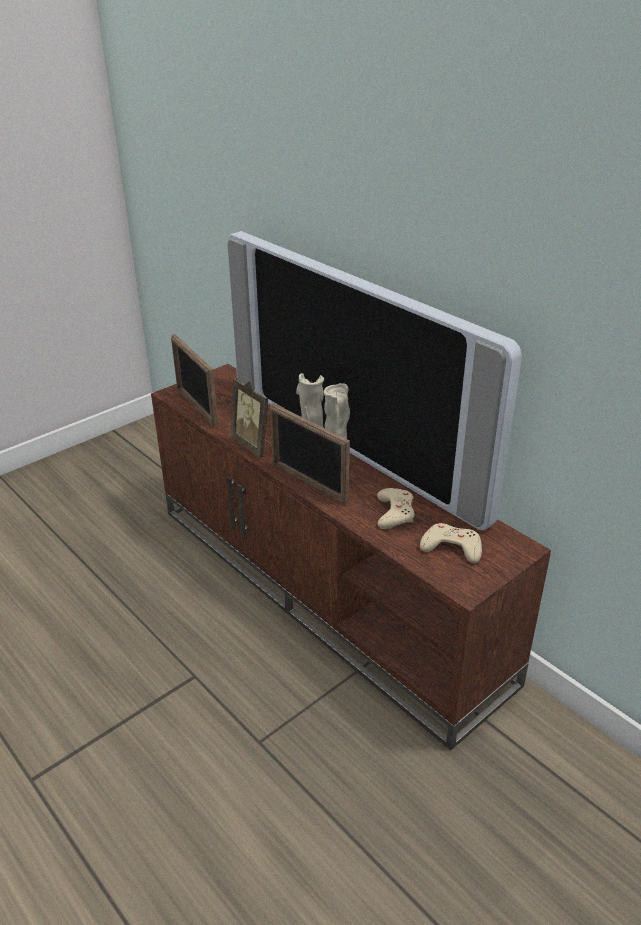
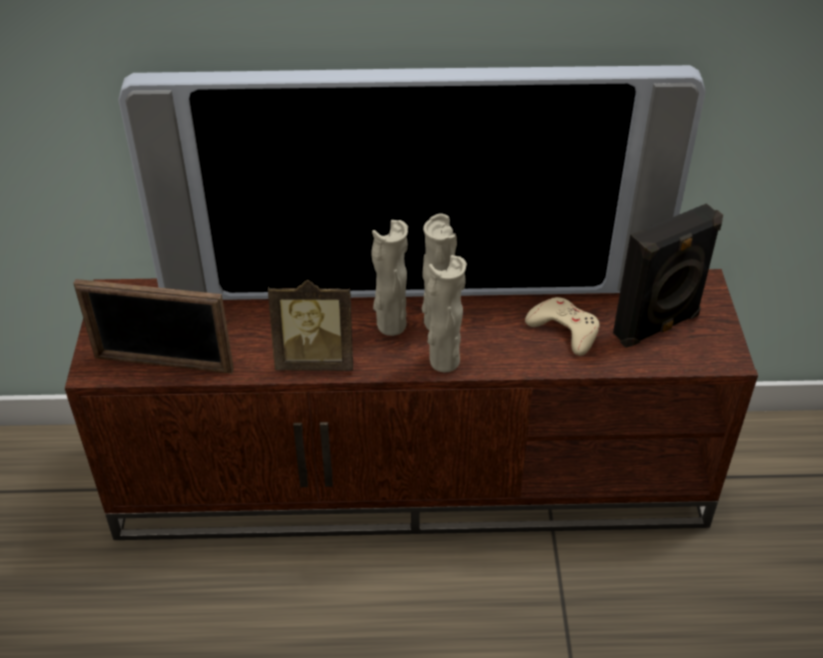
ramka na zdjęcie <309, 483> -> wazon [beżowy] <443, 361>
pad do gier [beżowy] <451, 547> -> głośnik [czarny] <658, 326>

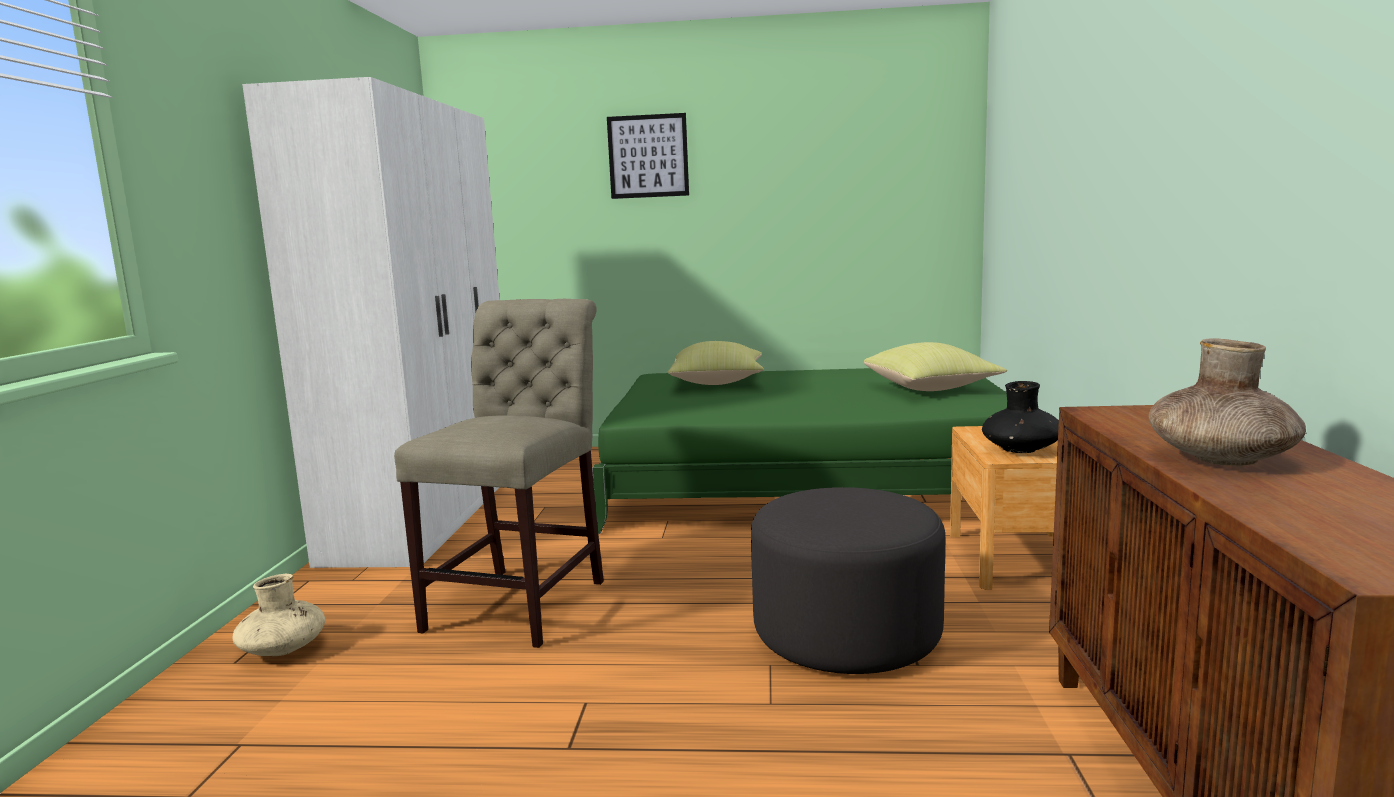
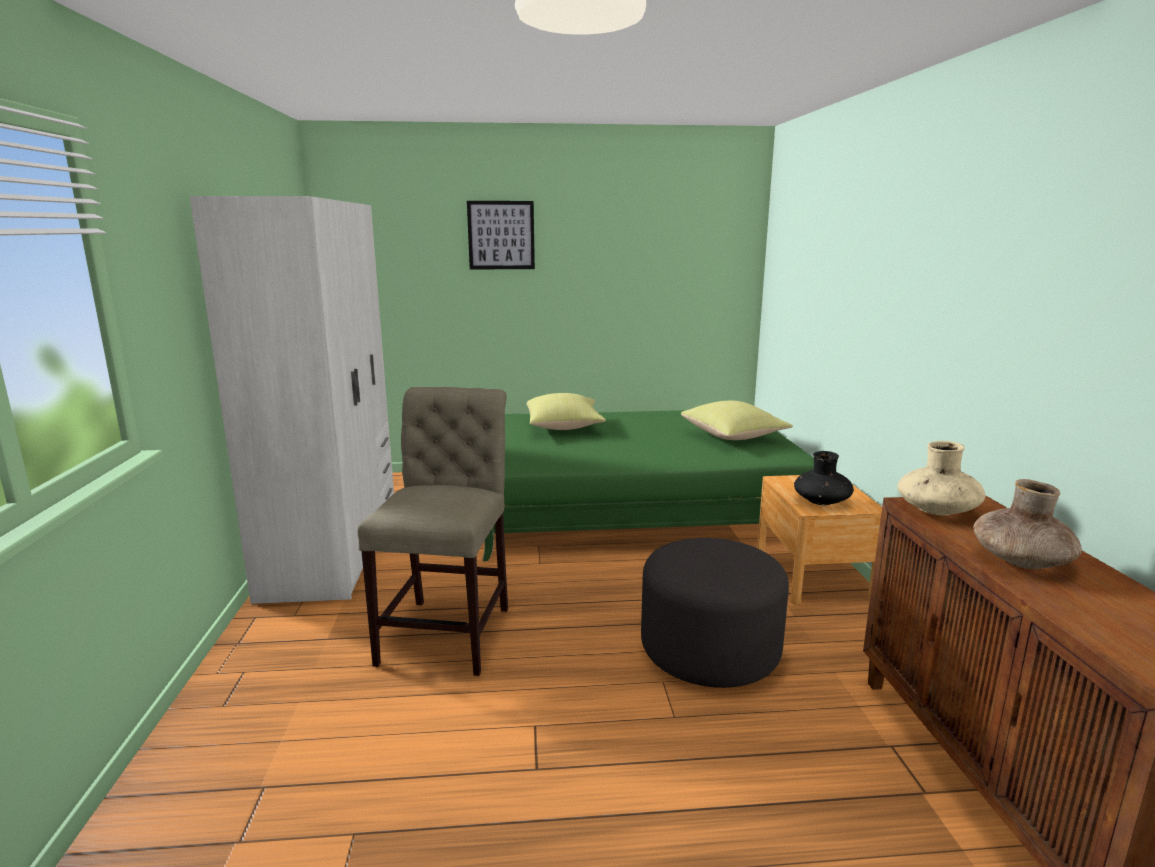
wazon [beżowy] <283, 649> -> wazon [beżowy] <936, 511>, relocated

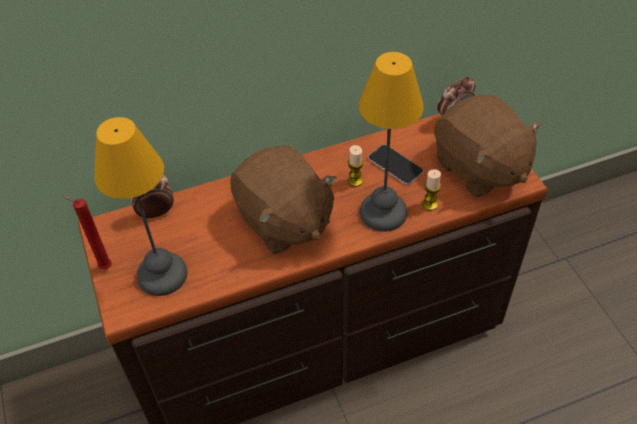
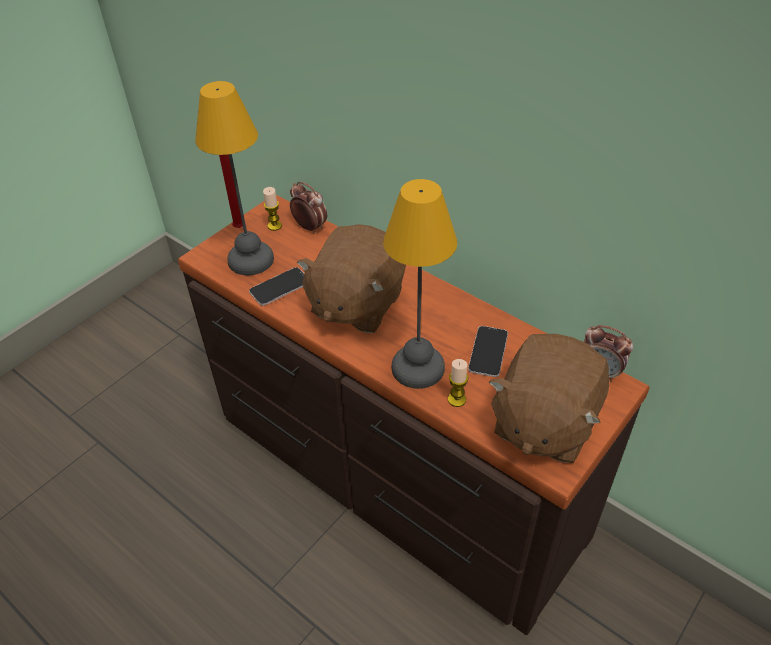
świeca <355, 181> -> świeca <274, 226>, relocated
none -> telefon <280, 287>

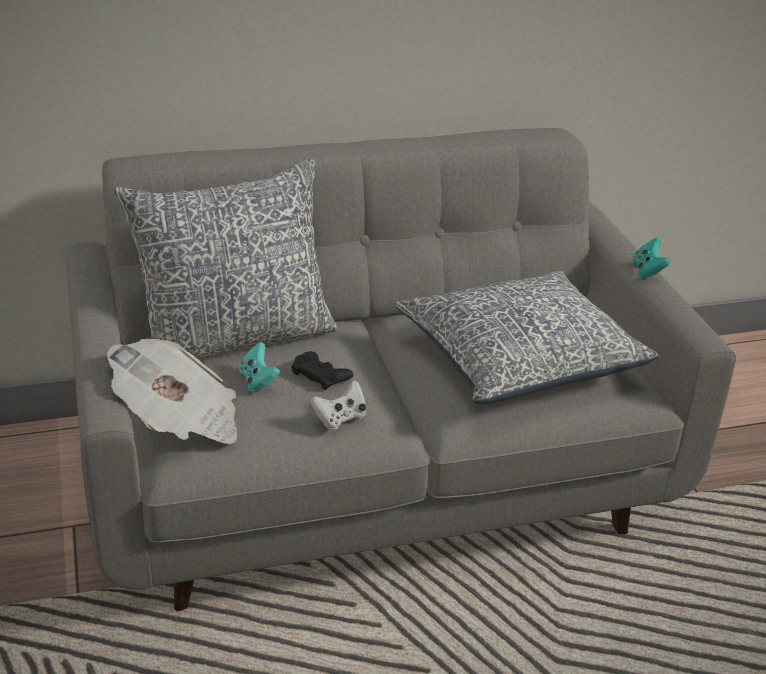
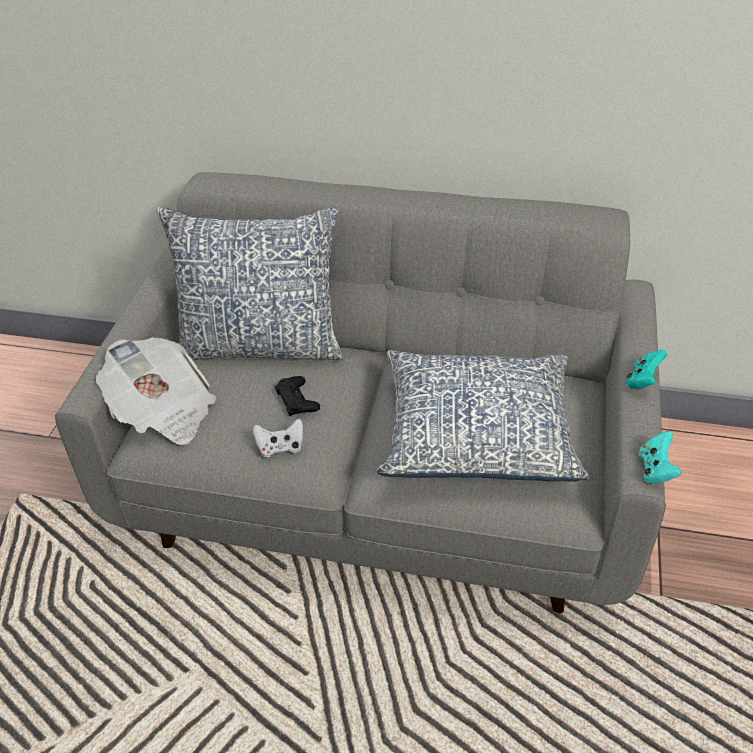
pad do gier [turkusowy] <258, 381> -> pad do gier [turkusowy] <655, 469>, relocated

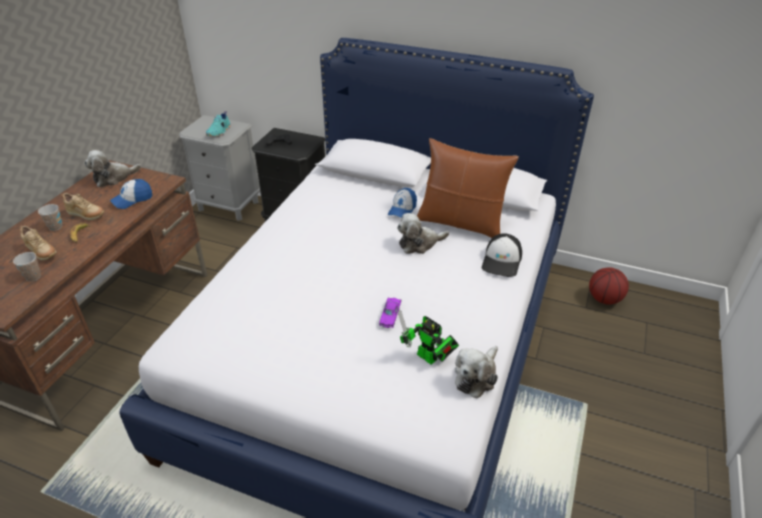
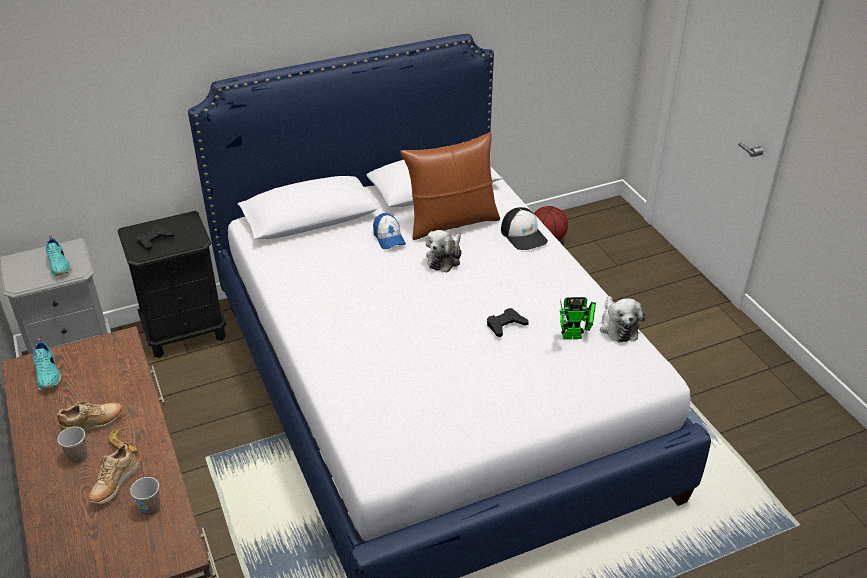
but [beżowy] <42, 253> -> but [beżowy] <114, 486>, 120 degrees clockwise
pluszak <113, 178> -> but [turkusowy] <48, 374>
czapka z daszkiem <132, 200> -> none
samochodzik [fioletowy] <390, 315> -> pad do gier [czarny] <505, 325>

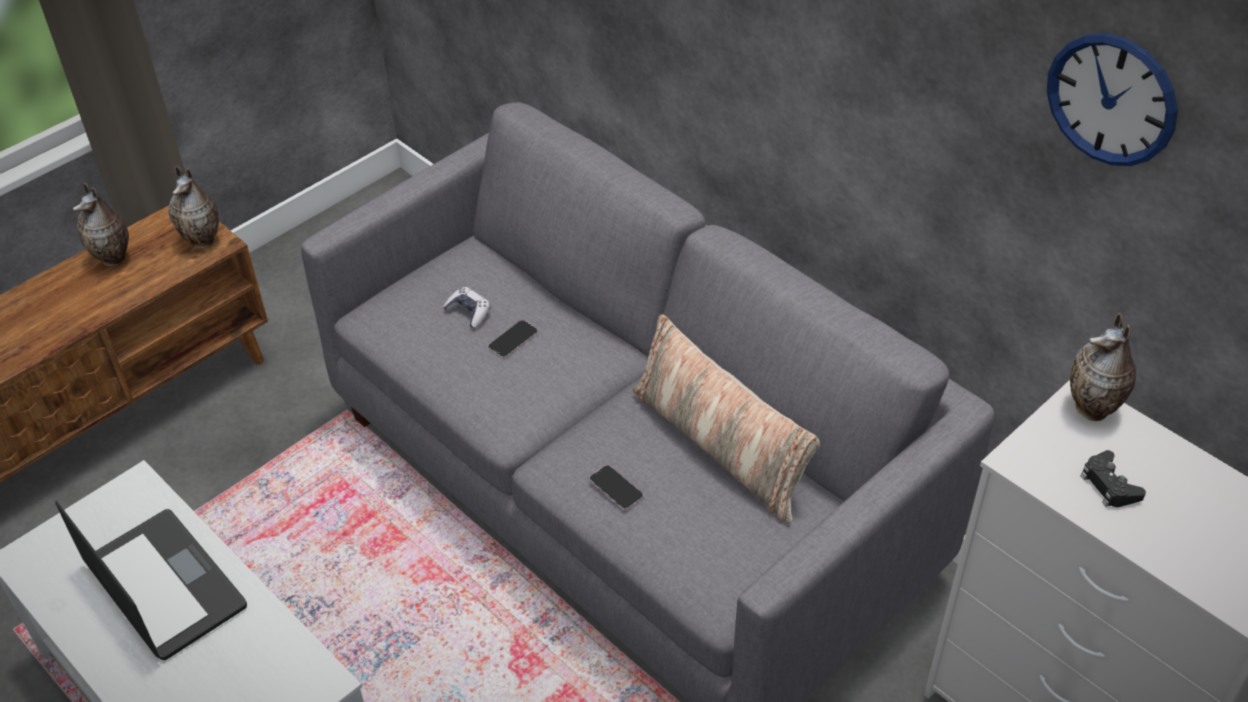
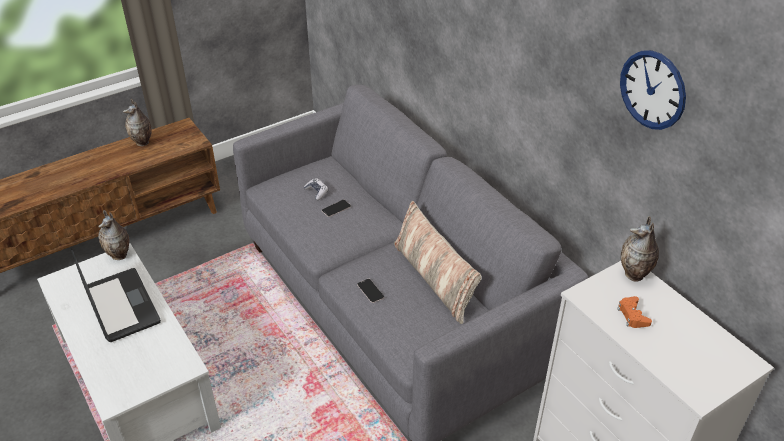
wazon <204, 241> -> wazon <120, 255>, relocated
pad do gier [czarny] <1109, 485> -> pad do gier [pomarańczowy] <632, 315>

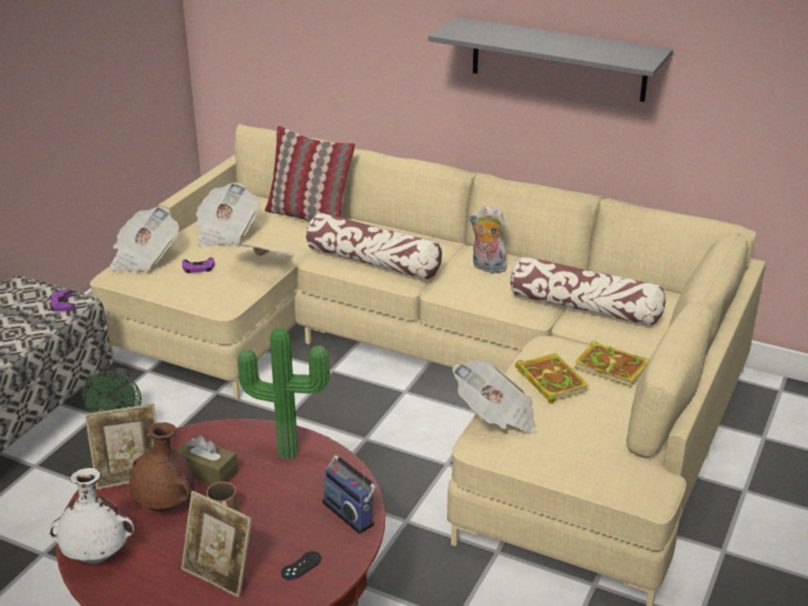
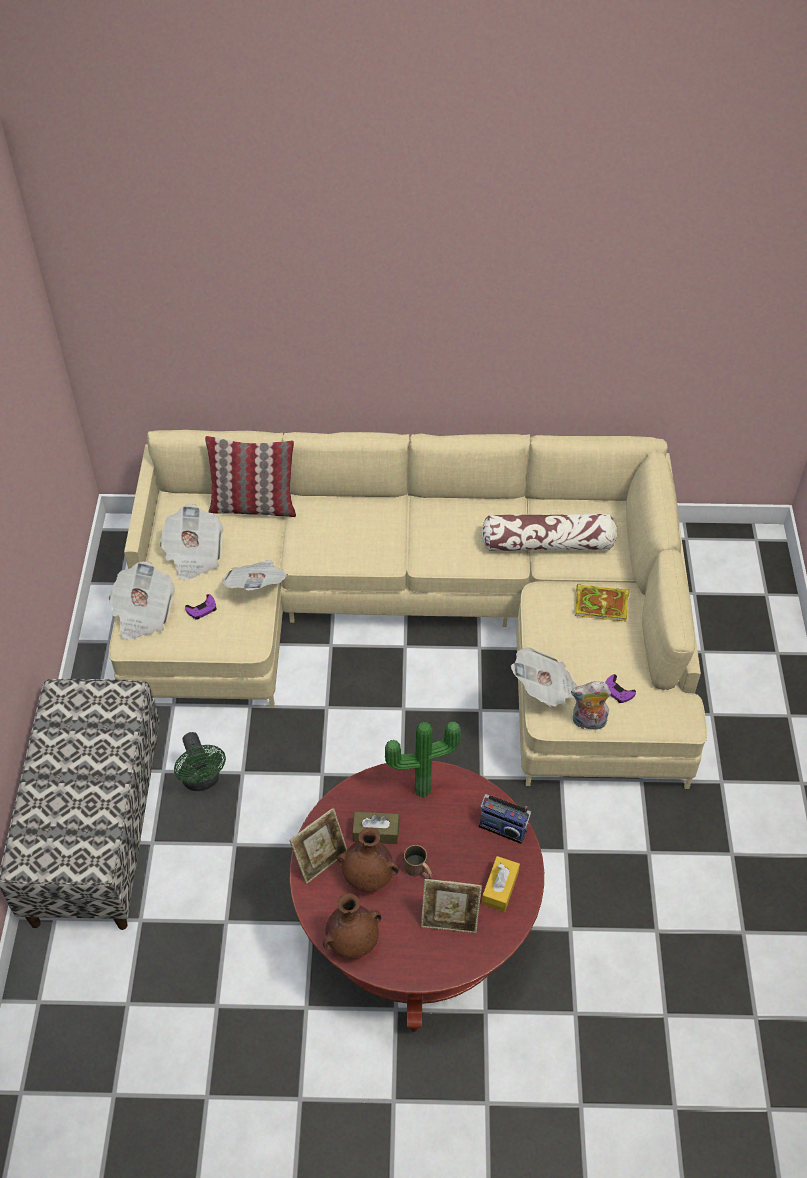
wazon [biały] <98, 556> -> wazon [brązowy] <353, 941>
pad do gier [fioletowy] <62, 304> -> pad do gier [fioletowy] <618, 691>, relocated
pad do gier [czarny] <301, 566> -> pudełko chusteczek [żółty] <500, 888>
poduszka <373, 262> -> none
półka [szary] <558, 59> -> none
pluszak <487, 267> -> pluszak <588, 722>, relocated
książka <550, 380> -> none

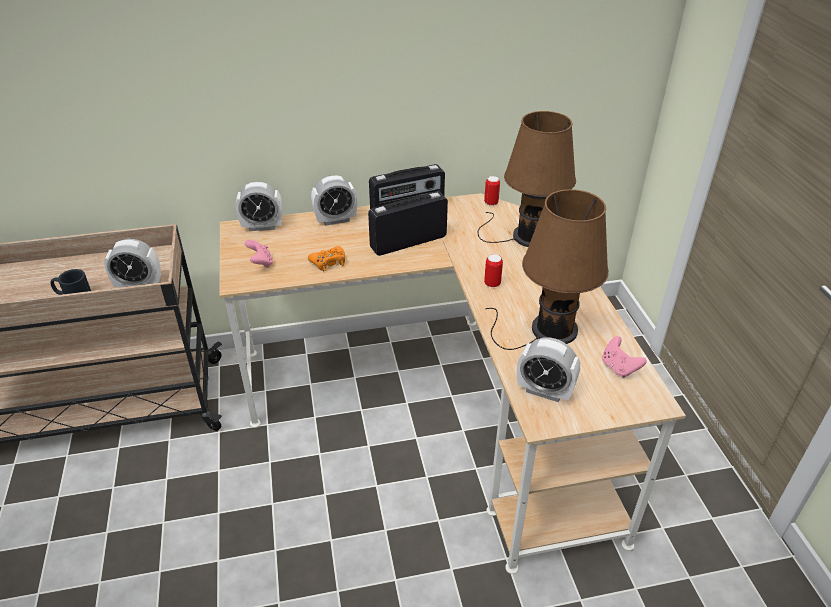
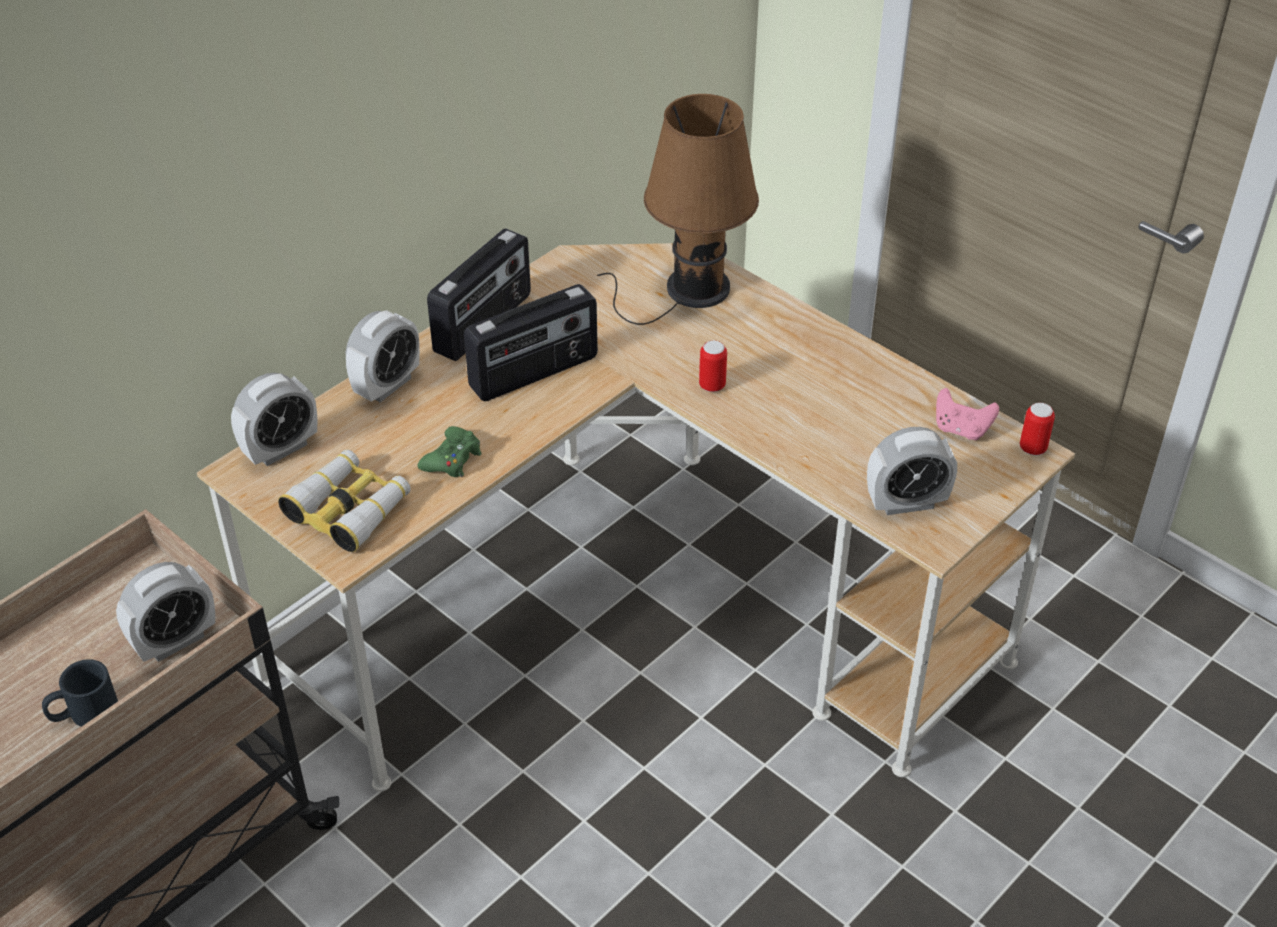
pad do gier [różowy] <261, 263> -> lornetka <349, 509>
pad do gier [pomarańczowy] <328, 262> -> pad do gier [zielony] <452, 459>
radio <408, 242> -> radio <534, 373>, 150 degrees counterclockwise
puszka <491, 203> -> puszka <1032, 448>, relocated
lampa stołowa [brązowy] <548, 330> -> none

